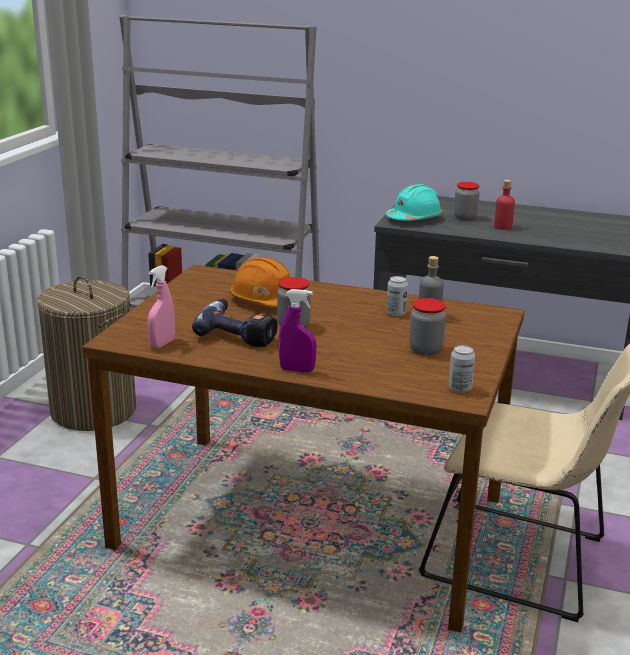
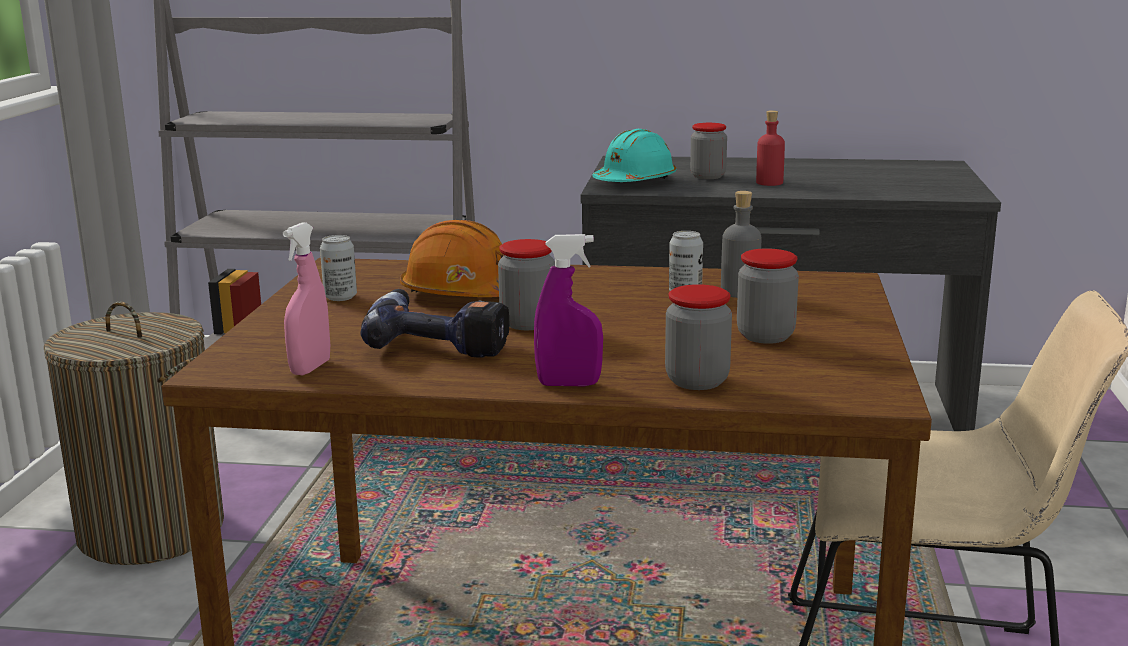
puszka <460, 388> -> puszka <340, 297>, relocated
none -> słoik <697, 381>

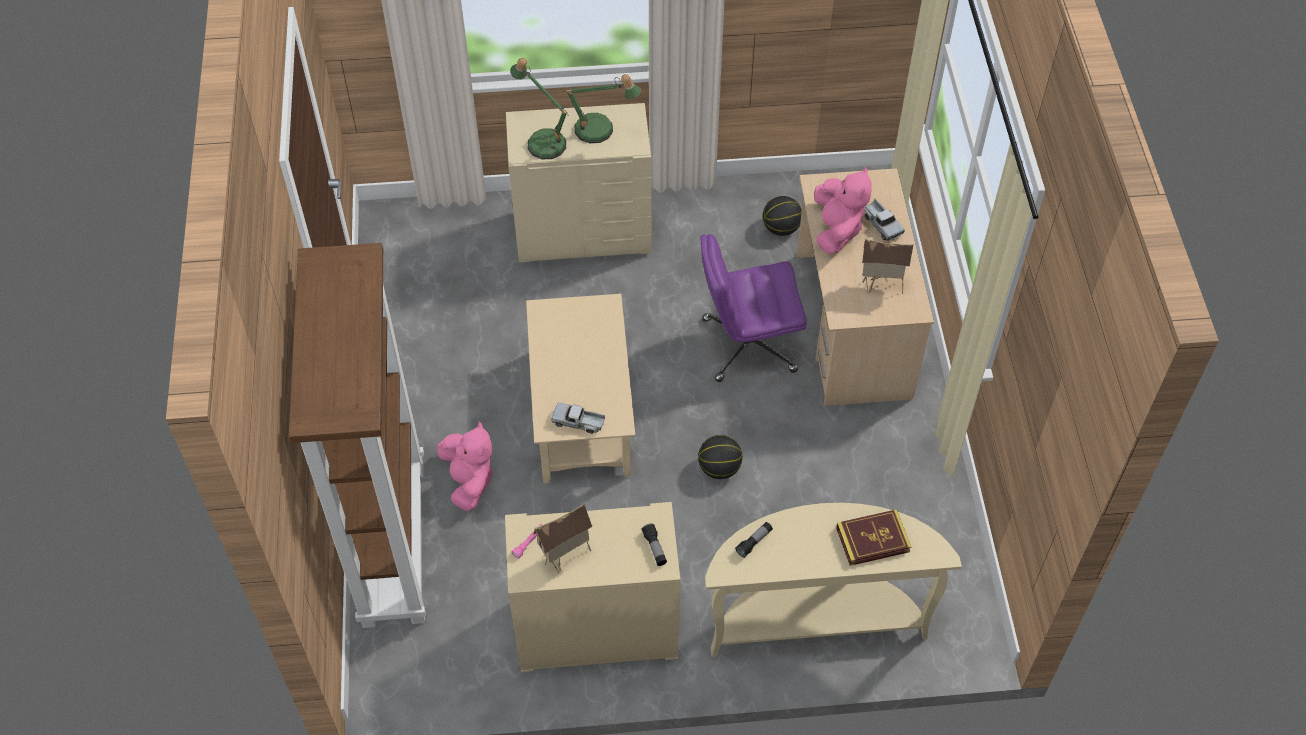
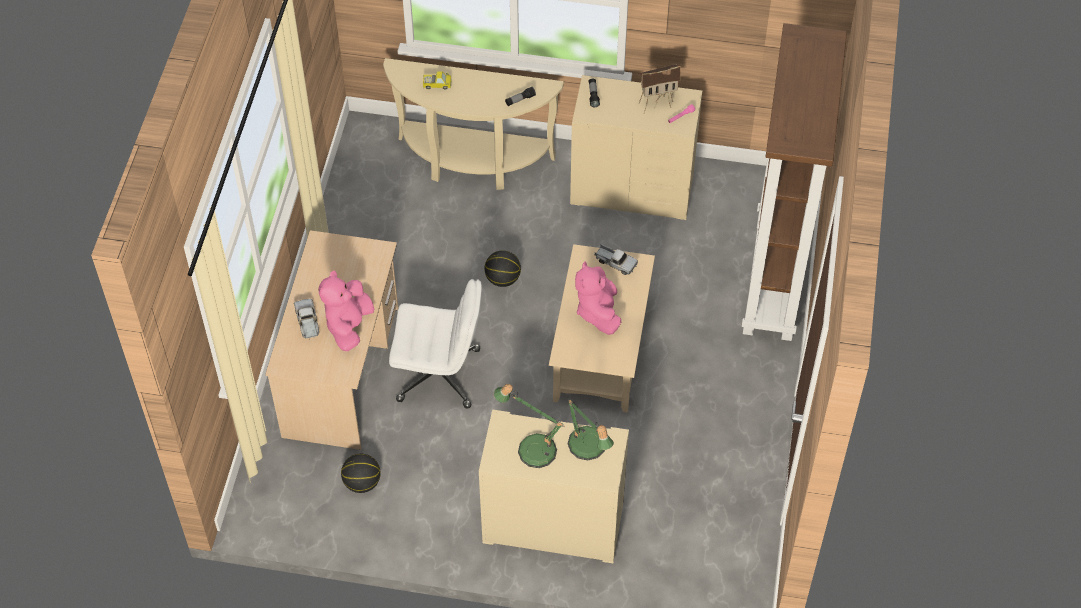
pluszak [różowy] <469, 481> -> pluszak [różowy] <598, 312>, relocated
krzesło biurowe [fioletowy] <747, 345> -> krzesło biurowe [biały] <440, 375>
książka <872, 540> -> ciężarówka zabawkowa <437, 84>
domek <881, 287> -> none

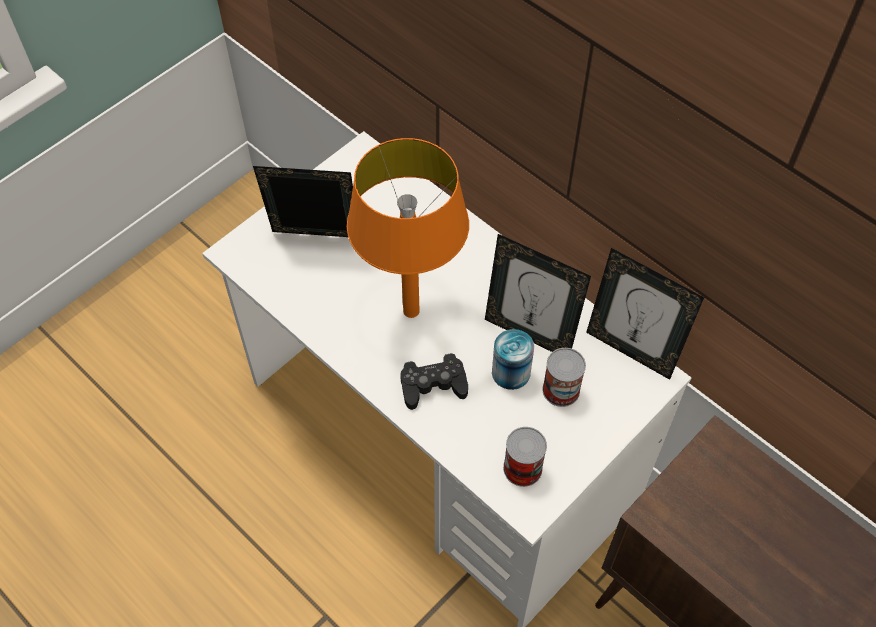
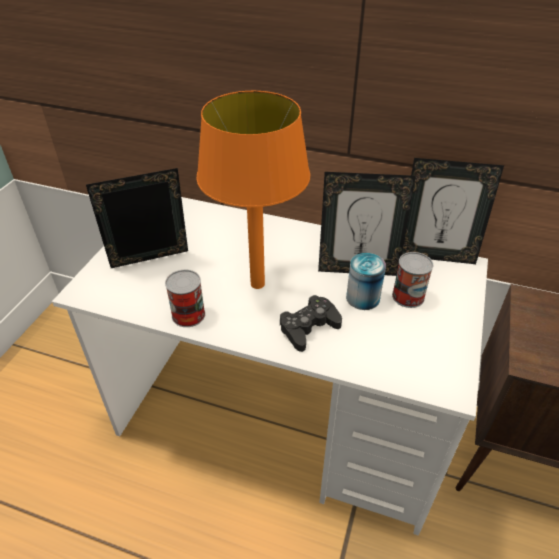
puszka <522, 468> -> puszka <188, 315>, relocated

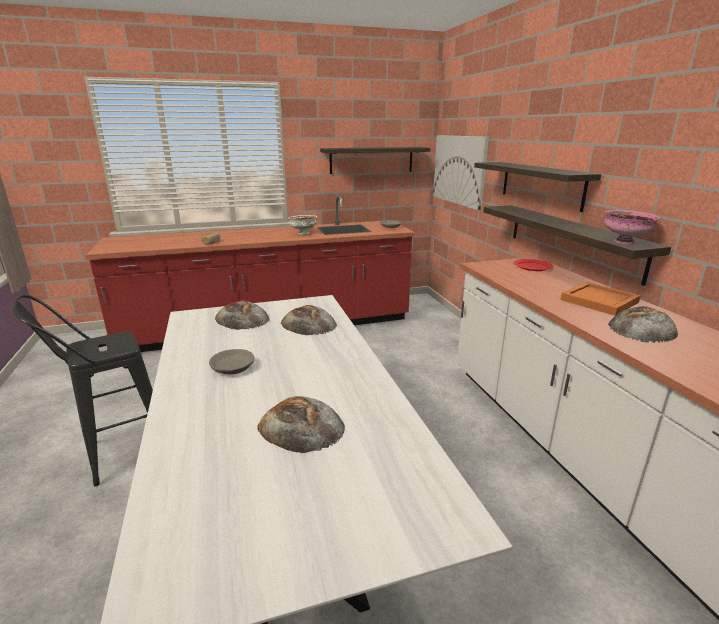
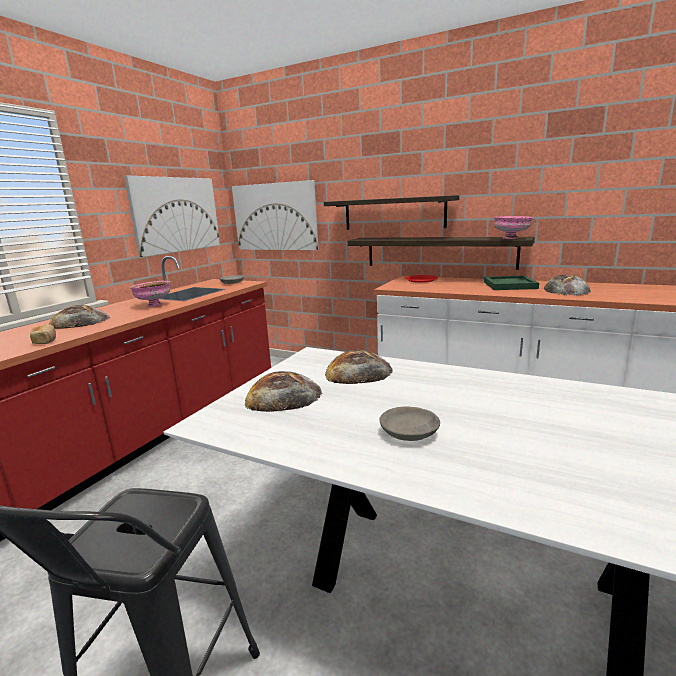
chleb <301, 427> -> chleb <79, 322>, relocated
miska [biały] <303, 233> -> miska [różowy] <153, 305>
półka <371, 160> -> obraz <176, 214>
taca [pomarańczowy] <597, 301> -> taca [zielony] <509, 285>

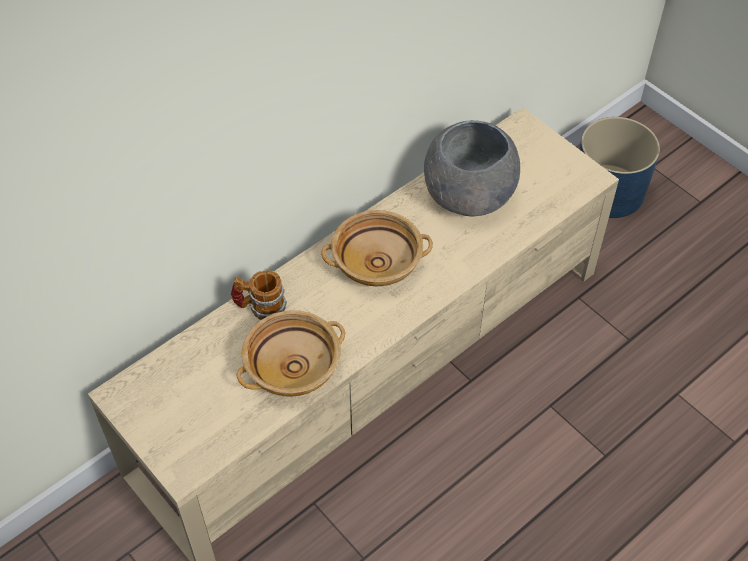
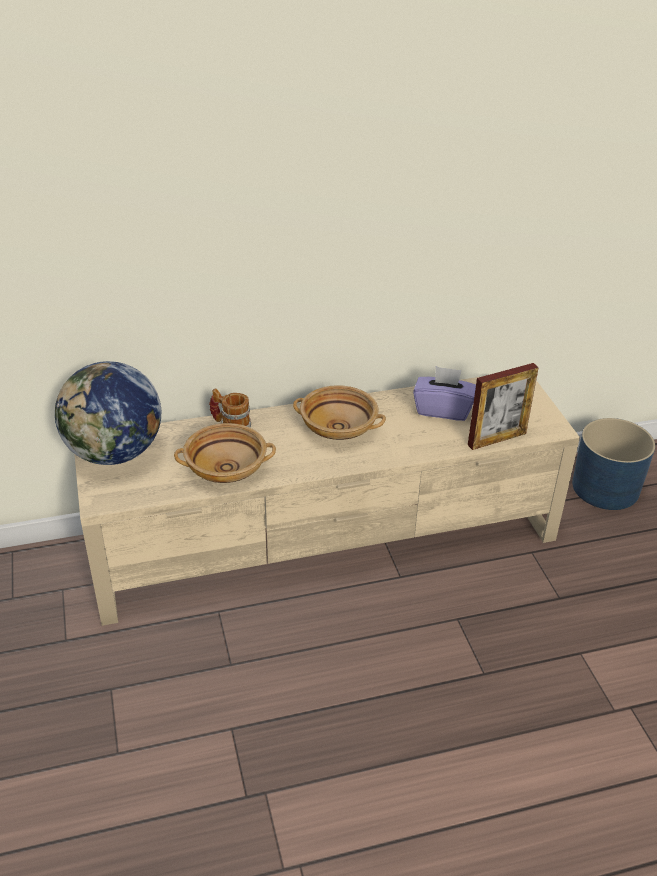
miska [szary] <469, 195> -> pudełko chusteczek [fioletowy] <443, 409>
none -> globus <115, 453>
none -> ramka na zdjęcie <497, 439>

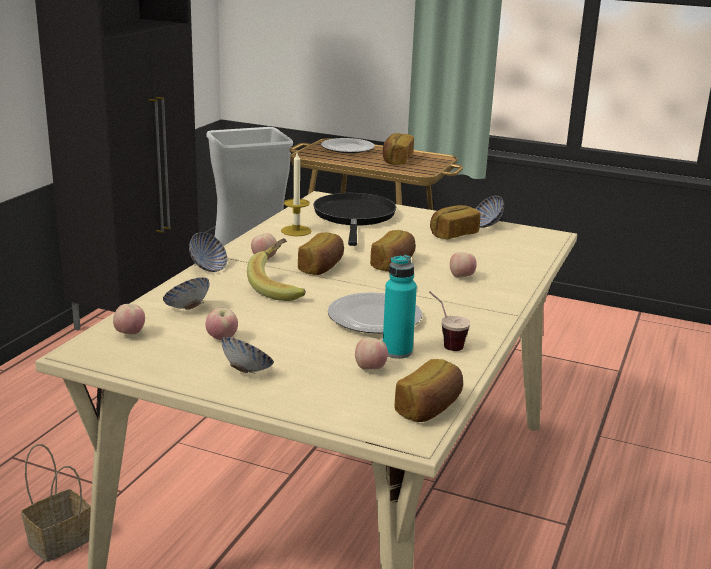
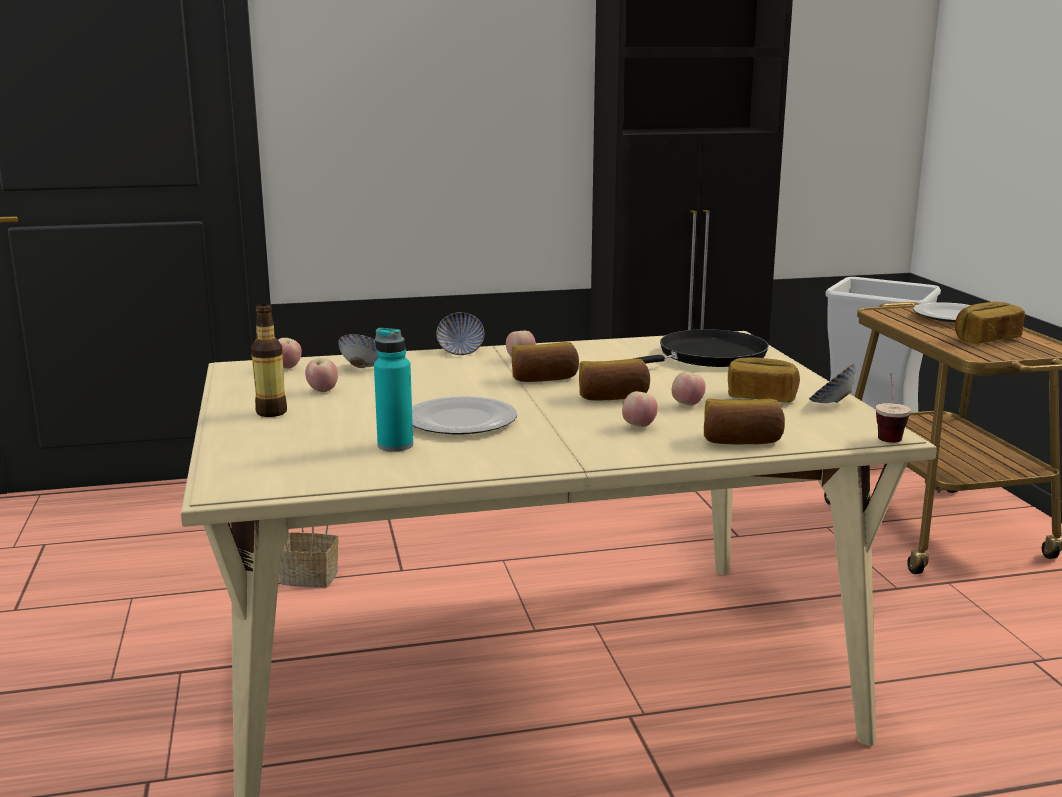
miska <247, 371> -> butelka <271, 412>
banan <282, 287> -> none
świeca <296, 231> -> none
jabłko <370, 369> -> jabłko <687, 405>, relocated
chleb <430, 408> -> chleb <741, 441>, relocated
filiżanka <444, 343> -> filiżanka <888, 435>, relocated

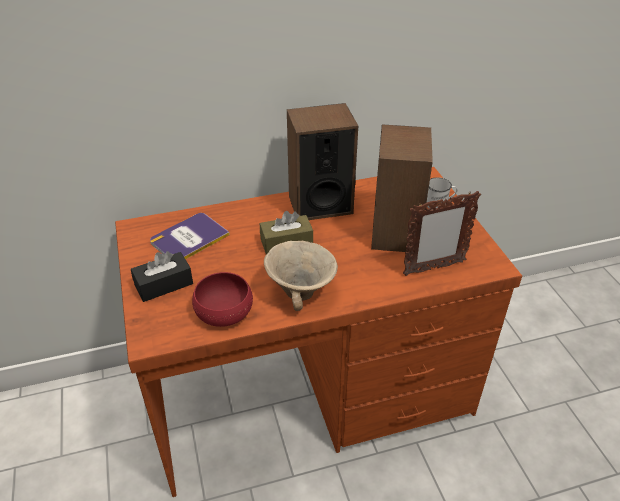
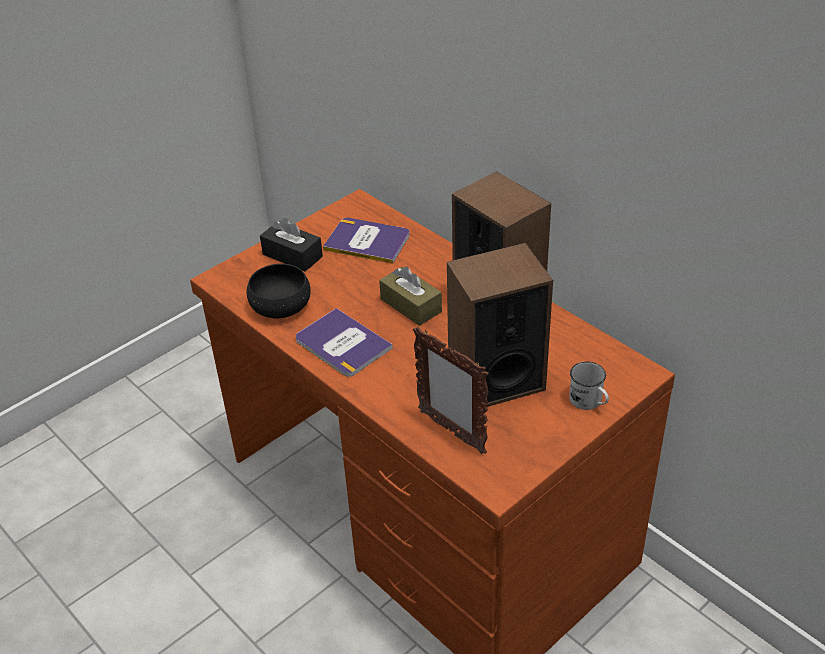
miska [czerwony] <224, 311> -> miska [czarny] <281, 305>
miska [beżowy] <302, 291> -> książka <342, 344>

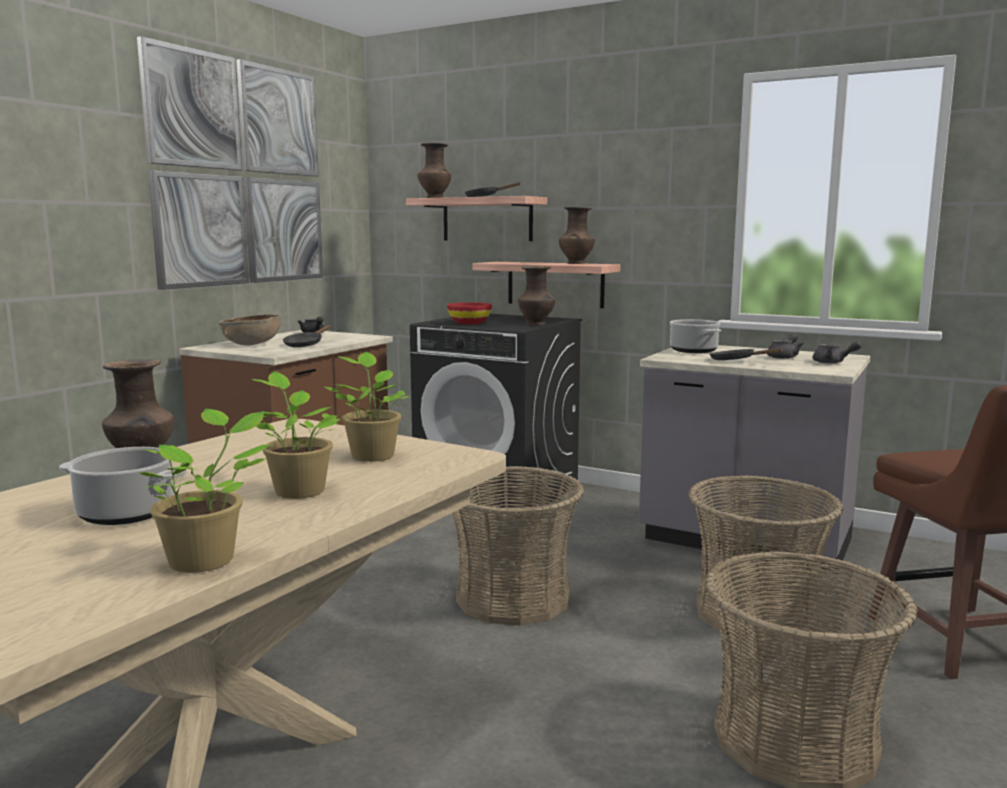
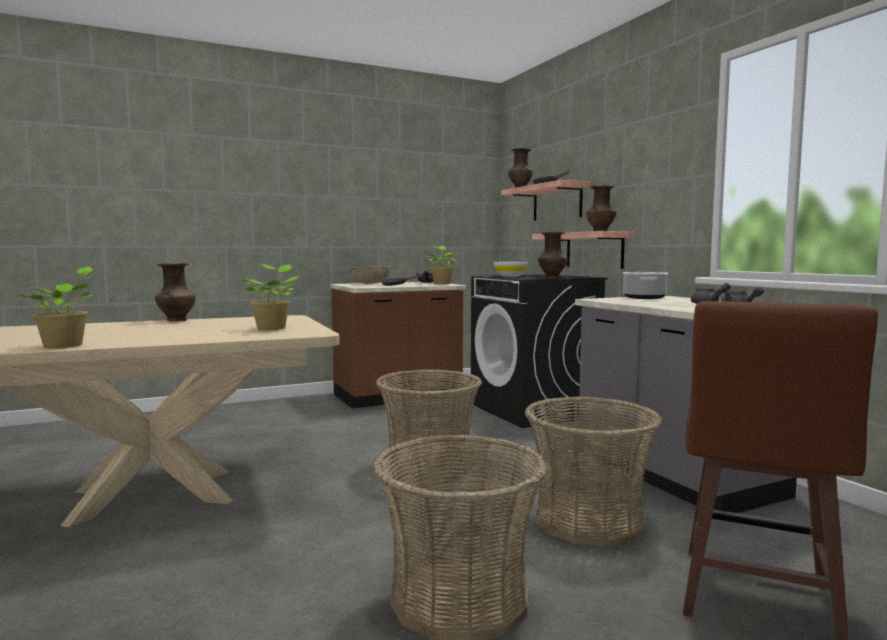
garnek <128, 513> -> none
obraz <240, 173> -> none
roślina doniczkowa <298, 490> -> roślina doniczkowa <441, 283>, relocated
miska [czerwony] <469, 323> -> miska [biały] <510, 276>
patelnia [czarny] <736, 361> -> none

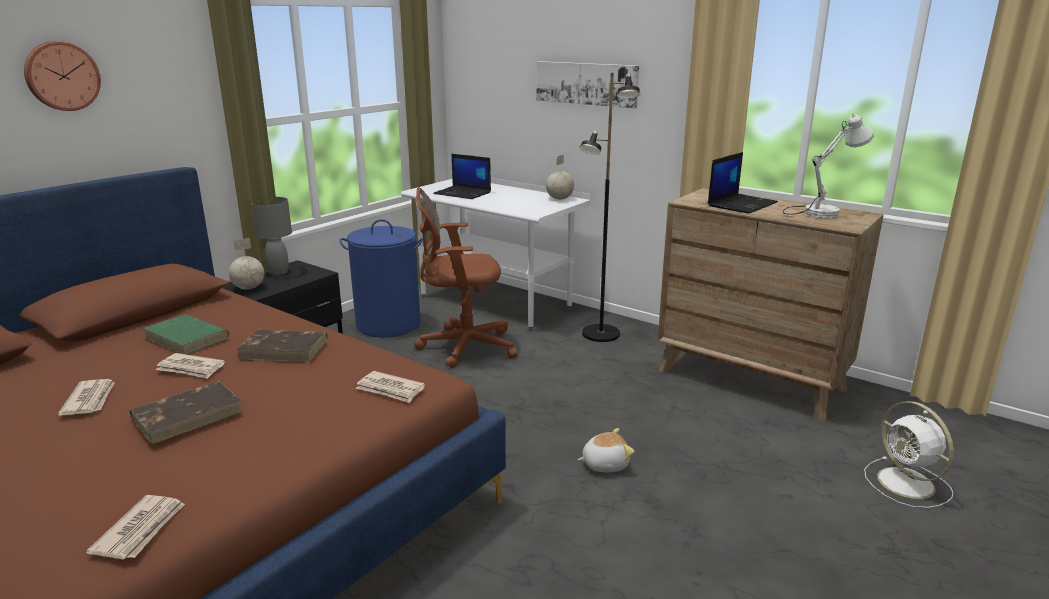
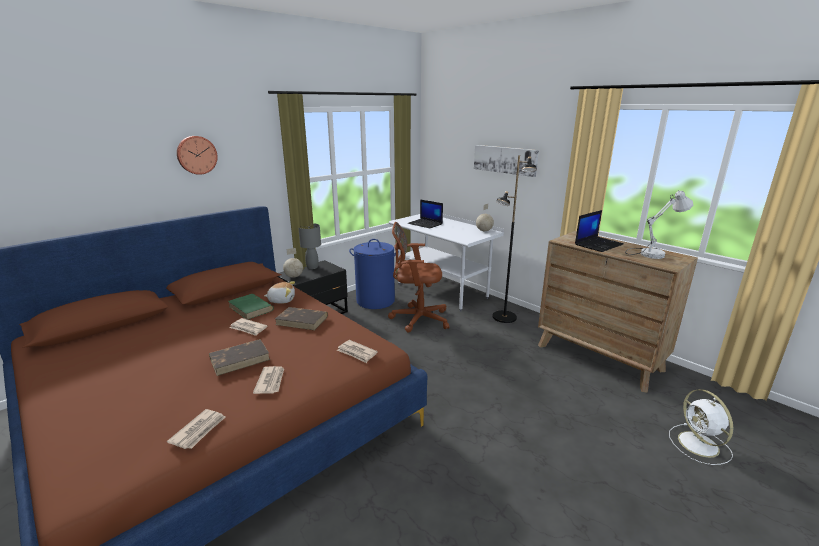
gazeta <90, 399> -> gazeta <270, 381>, relocated
pluszak <604, 464> -> pluszak <281, 300>, relocated

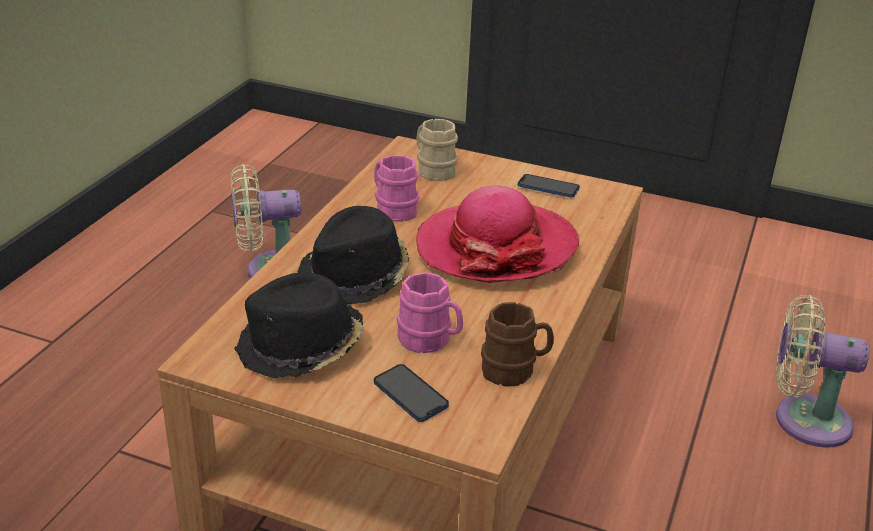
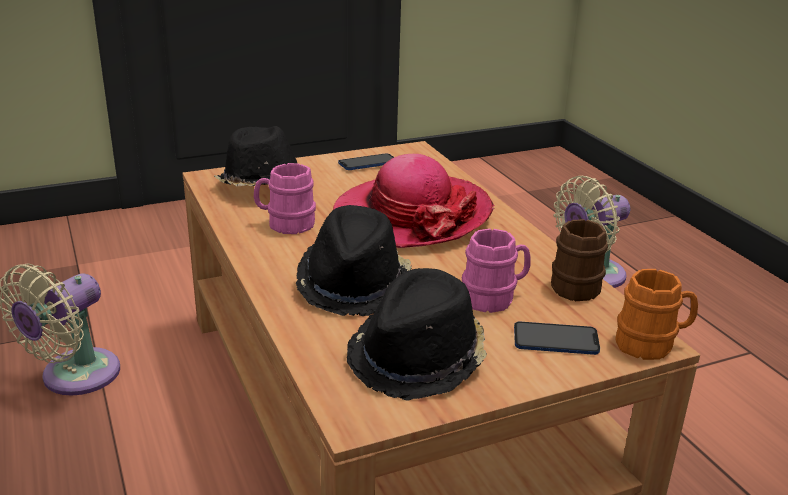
kubek [beżowy] <433, 170> -> kapelusz [czarny] <262, 185>
none -> kubek [pomarańczowy] <652, 344>

